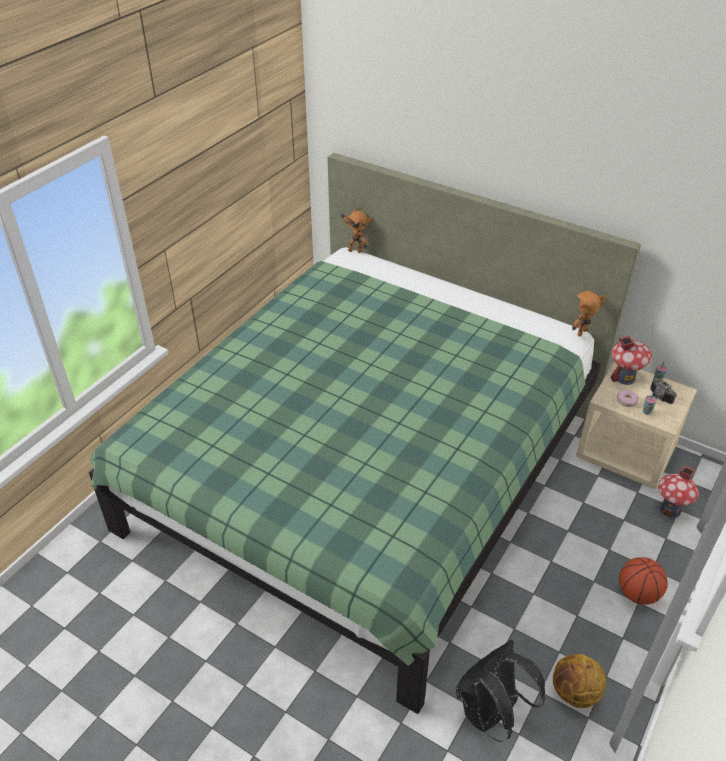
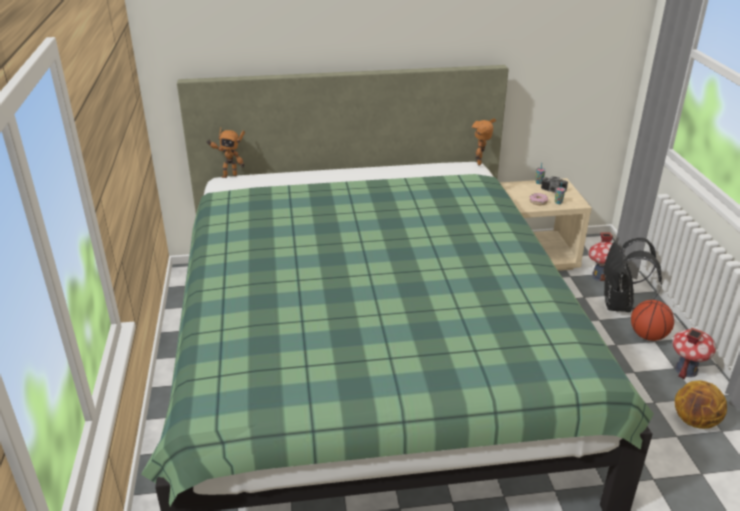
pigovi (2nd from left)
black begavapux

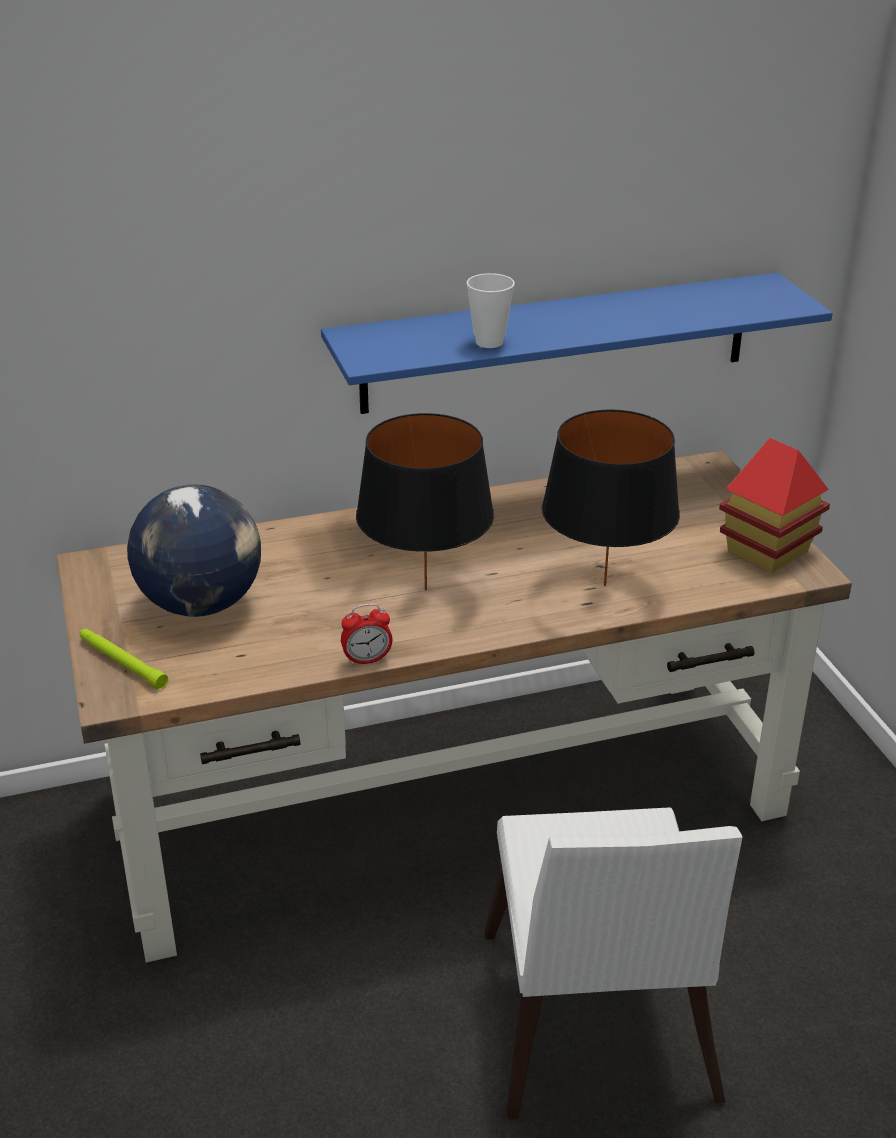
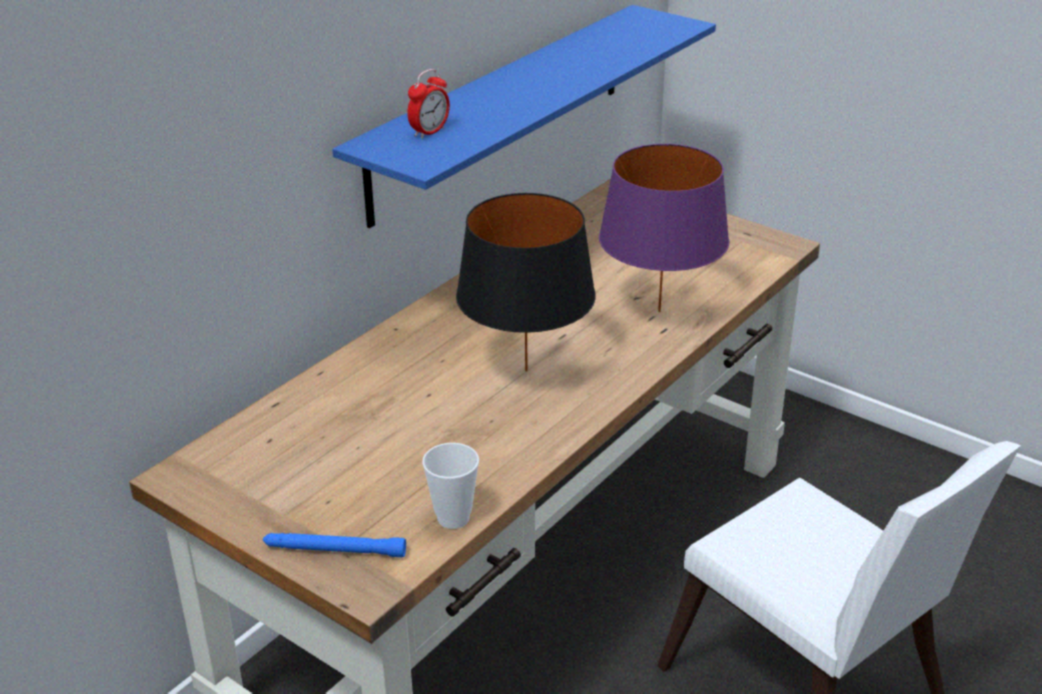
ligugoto
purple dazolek
pigovi
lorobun
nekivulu
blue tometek

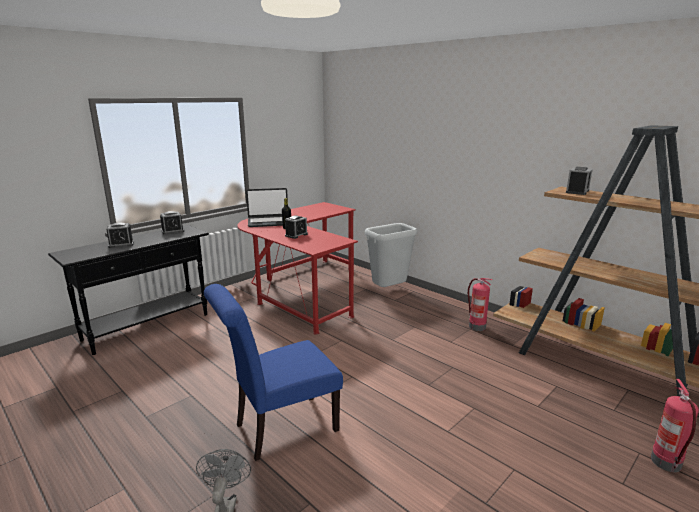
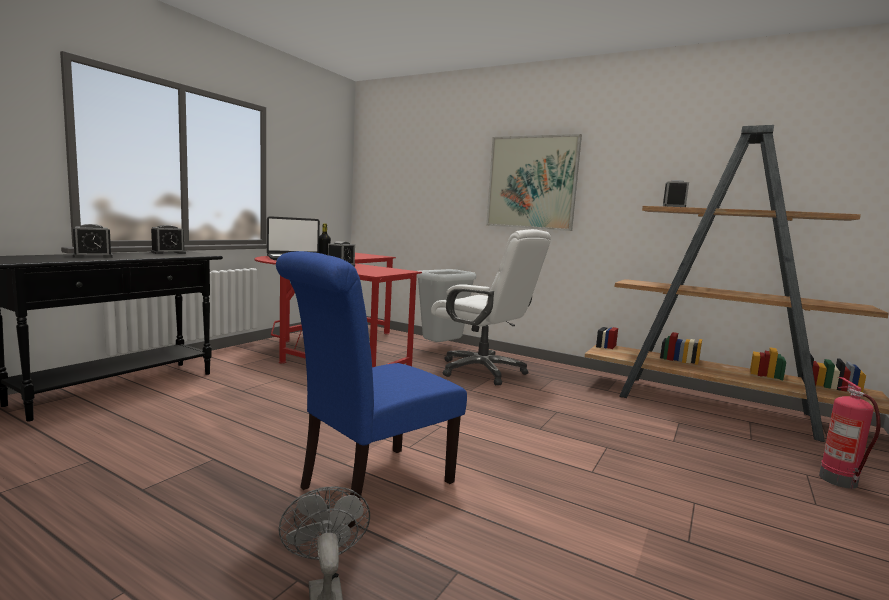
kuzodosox (1st from left in the first image)
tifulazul
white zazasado

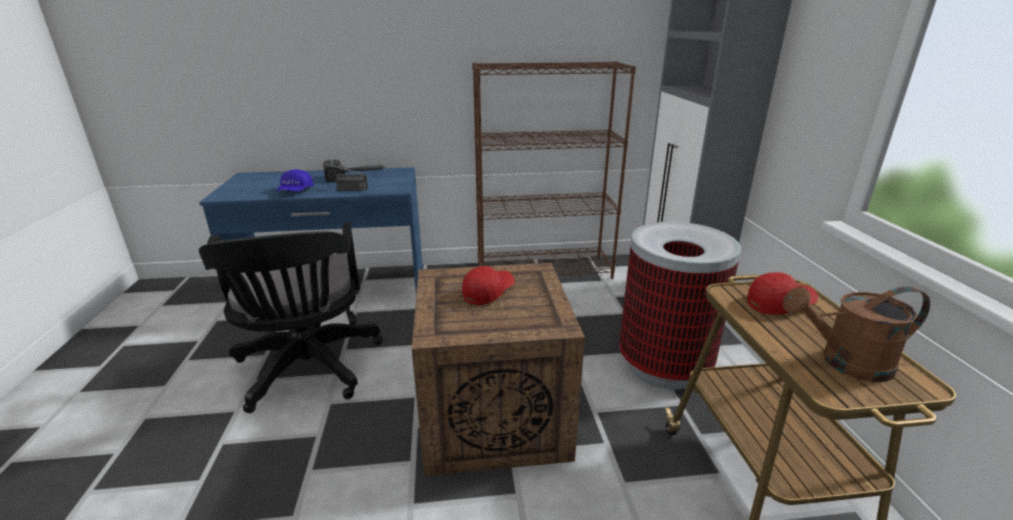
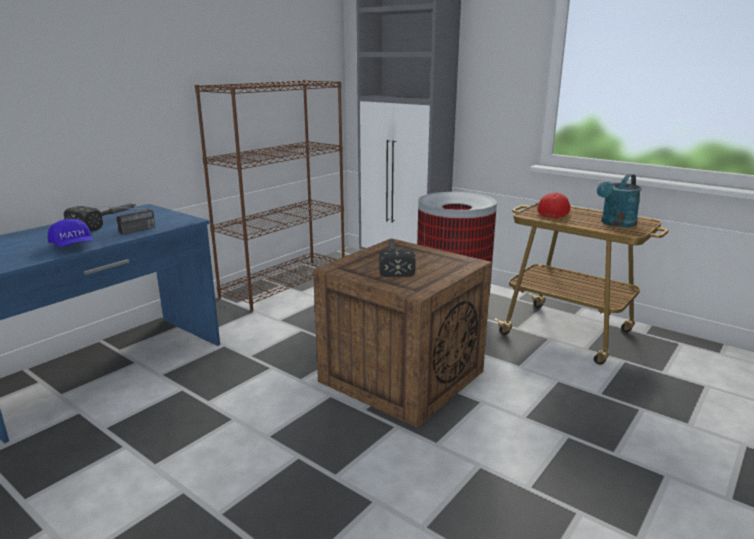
black zazasado
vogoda (2nd from left)
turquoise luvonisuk

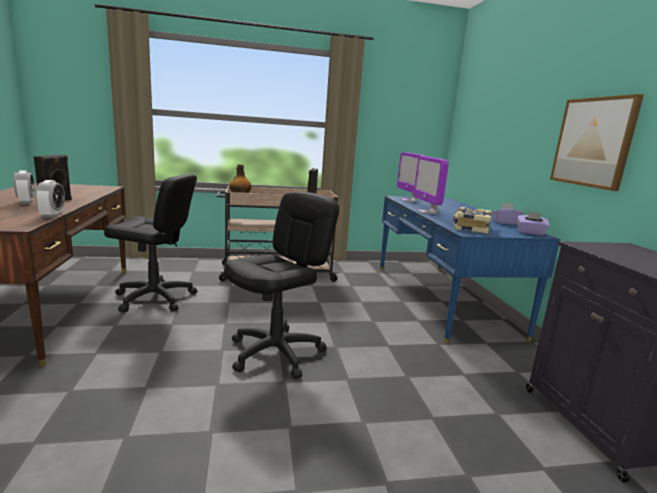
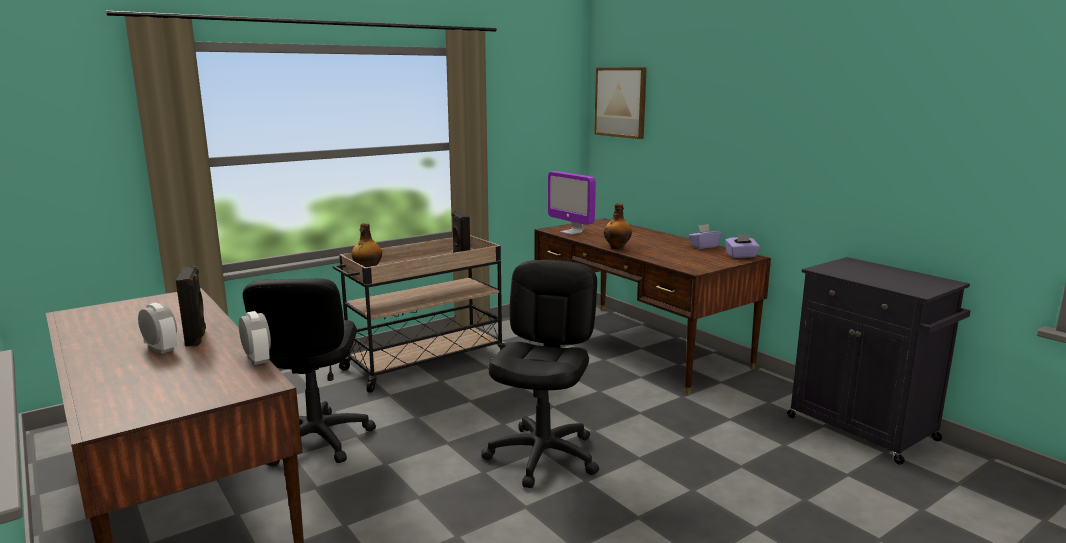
tifulazul
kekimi (2nd from left)
black zazasado (1st from left)
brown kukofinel (2nd from left)
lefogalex

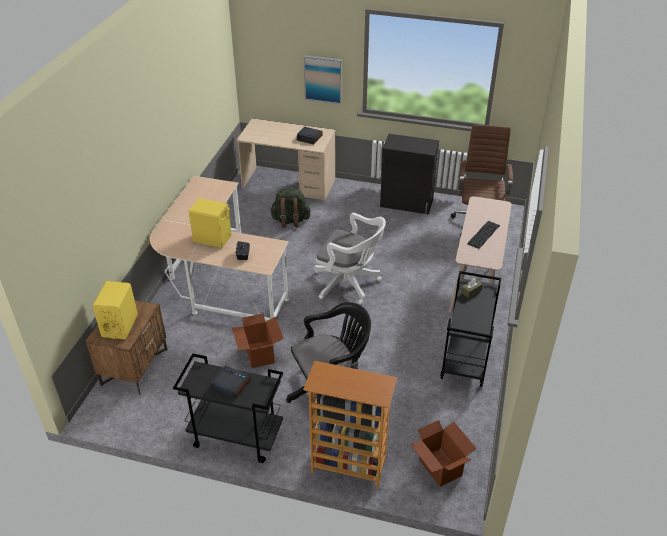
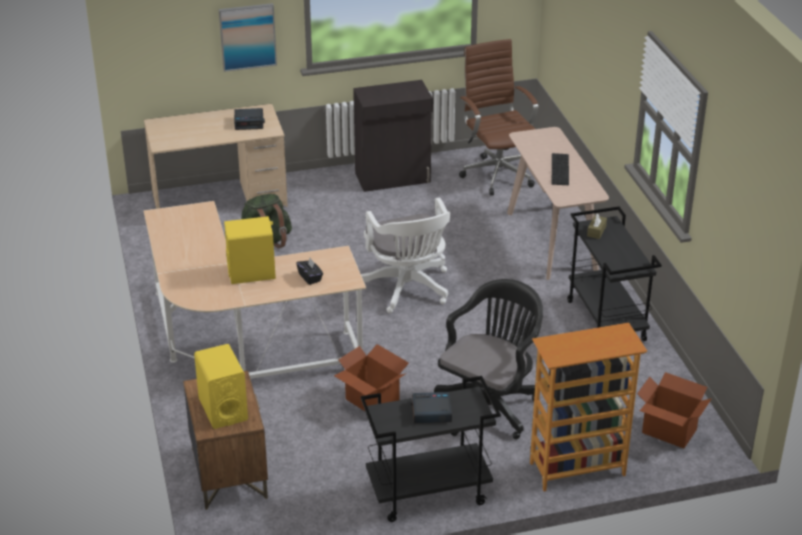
white zazasado

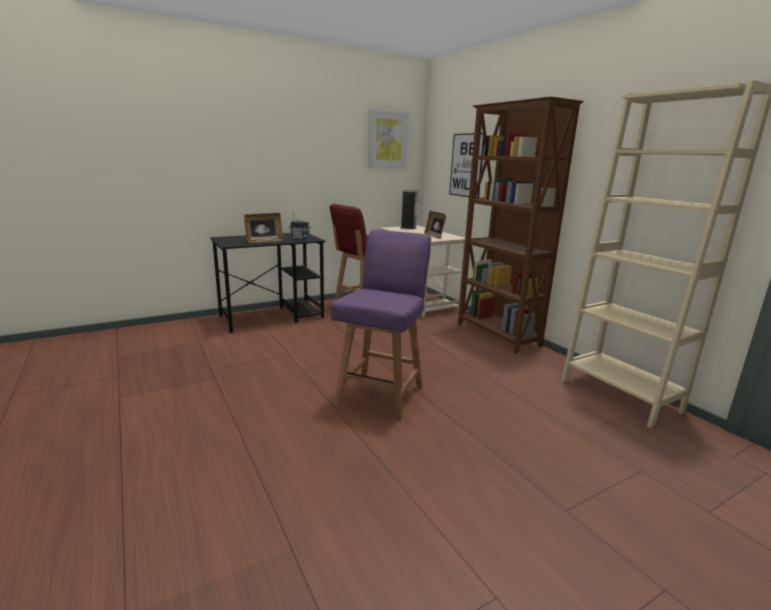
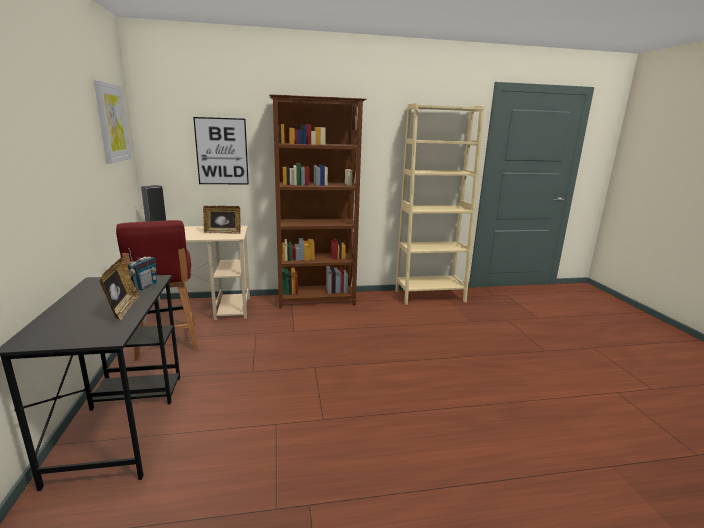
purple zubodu

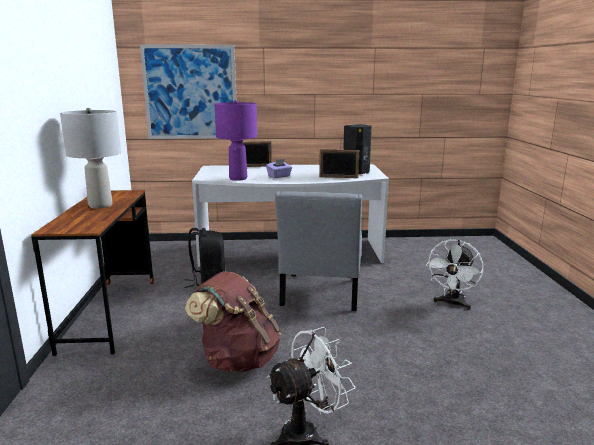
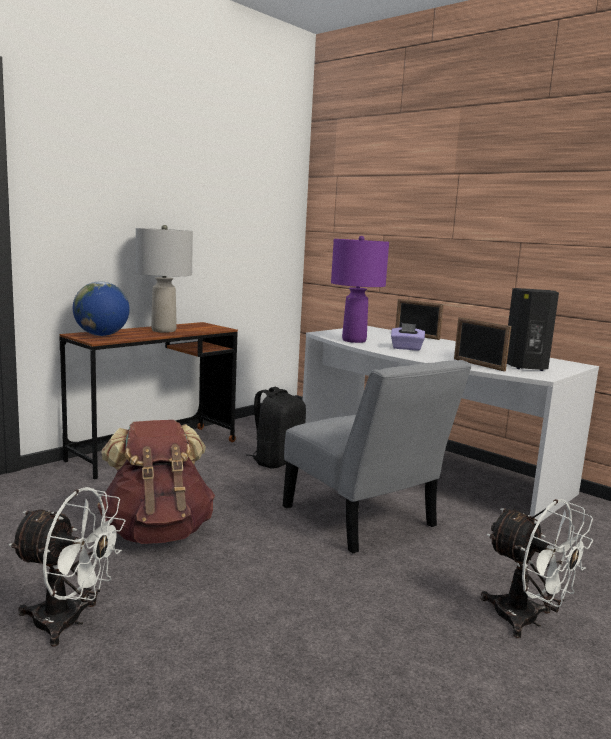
tifulazul
grey zubodu
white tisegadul (2nd from left)
lorobun

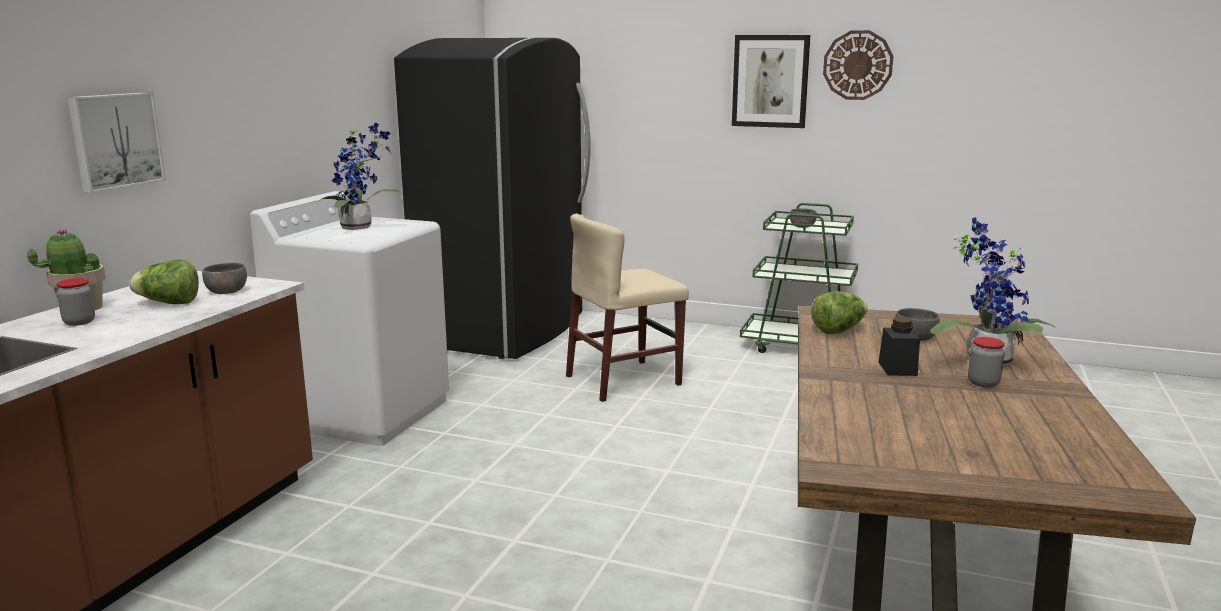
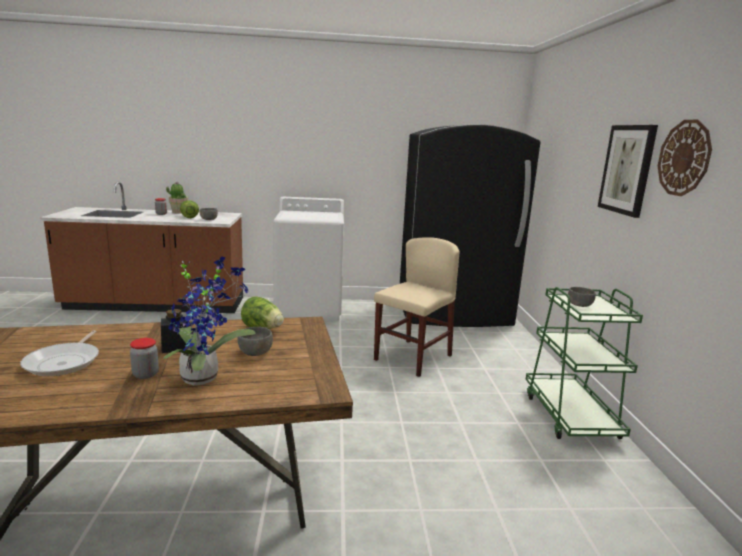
tifulazul (1st from left in the first image)
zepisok (2nd from left in the first image)
beige zubodu
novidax

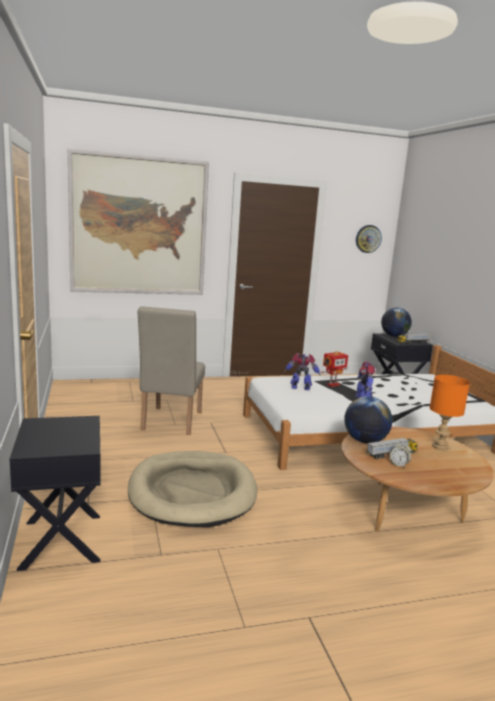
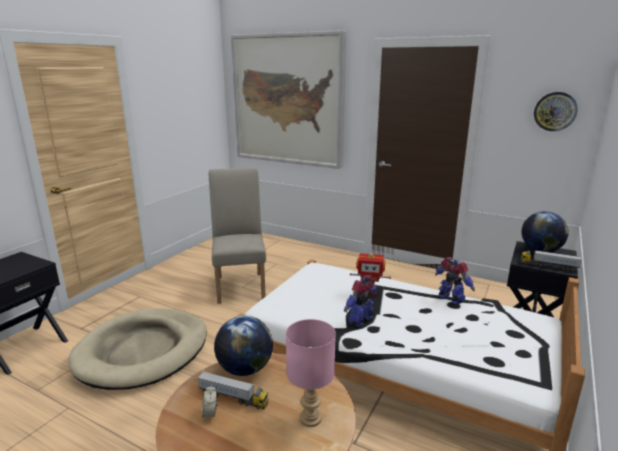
beige zubodu
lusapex (3rd from left)
pink dazolek

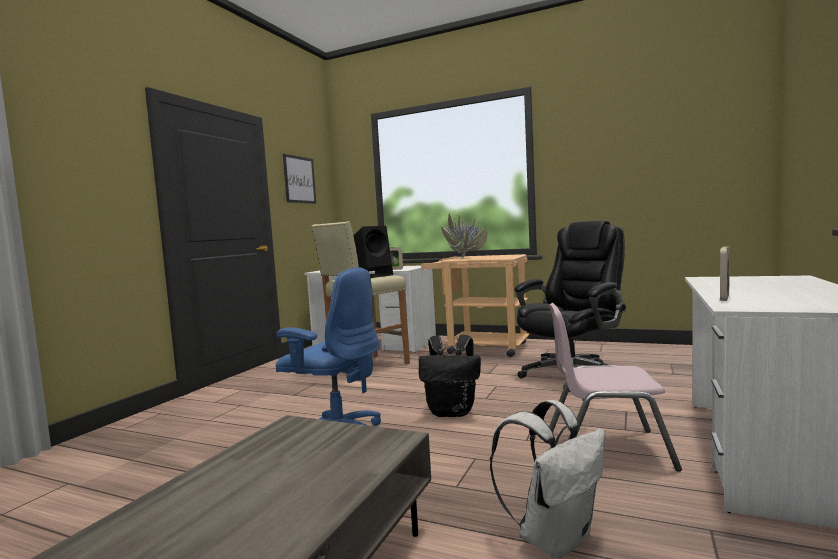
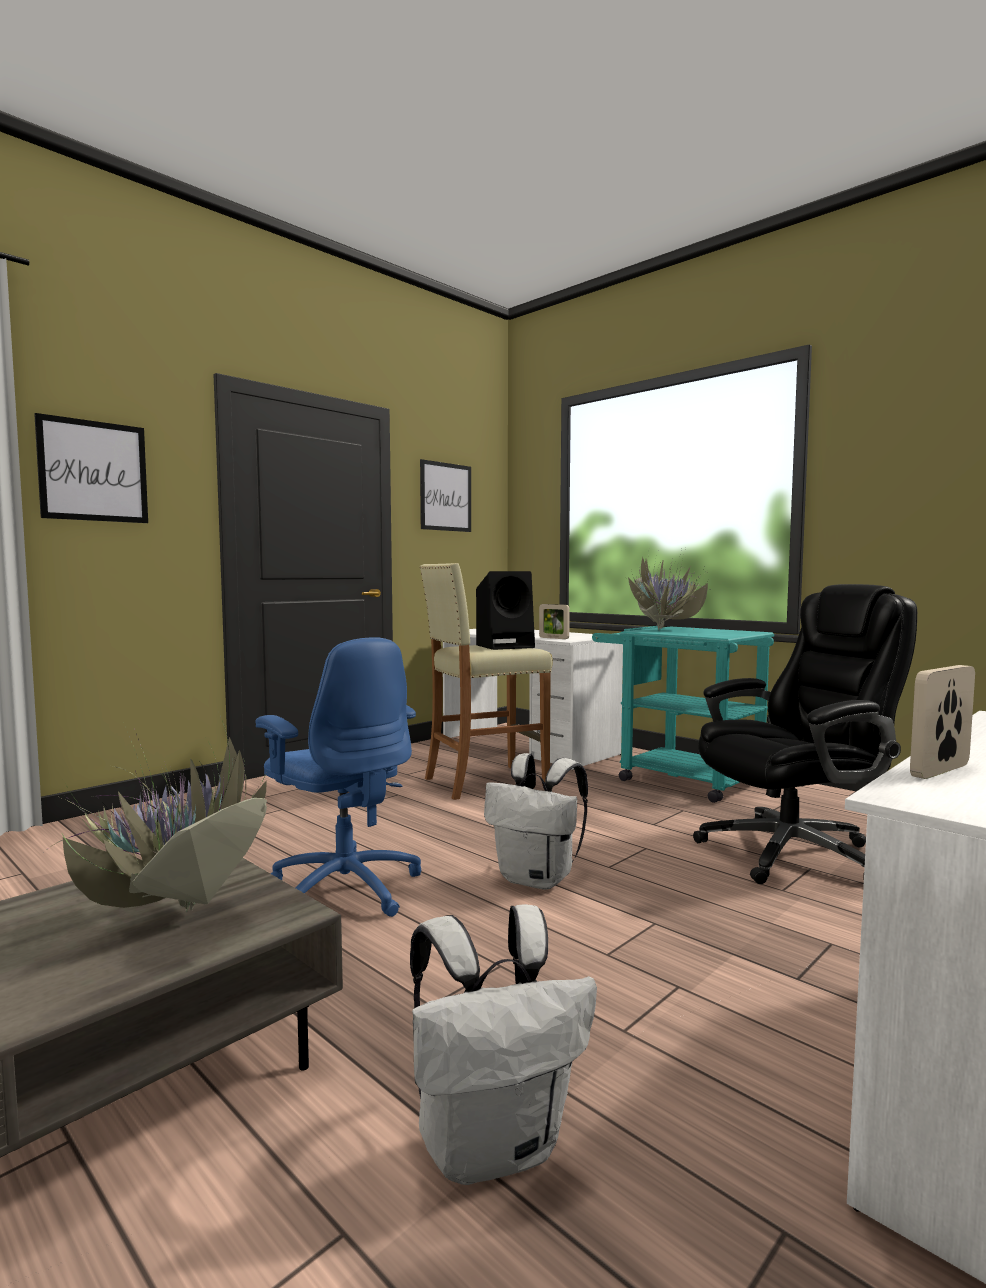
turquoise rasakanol
pink zubodu
white begavapux (2nd from left)
tifulazul (1st from left)
zepisok (1st from left)

